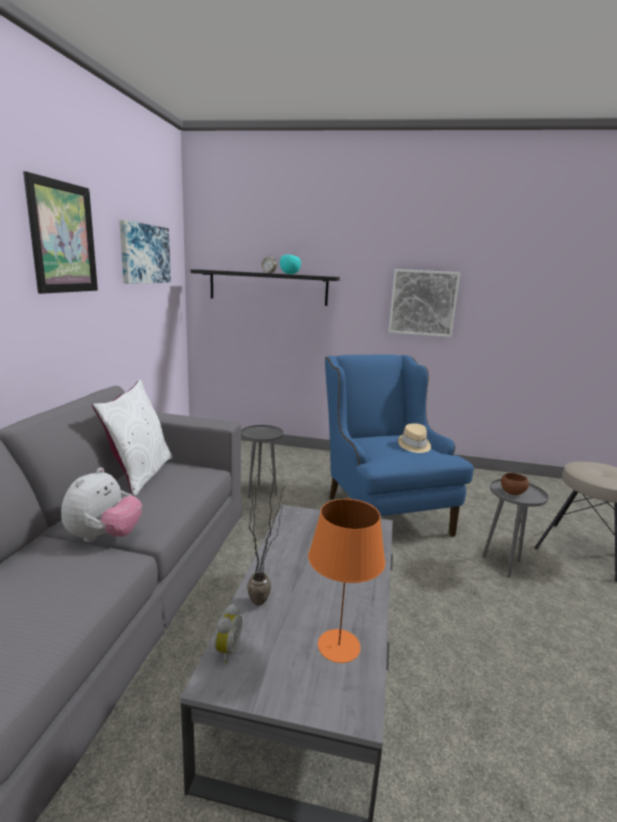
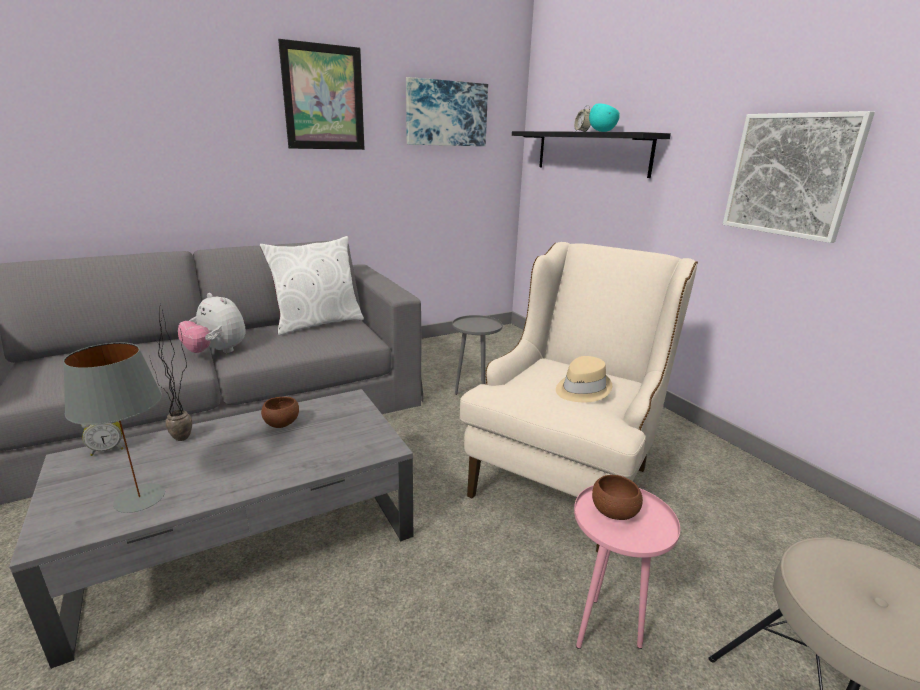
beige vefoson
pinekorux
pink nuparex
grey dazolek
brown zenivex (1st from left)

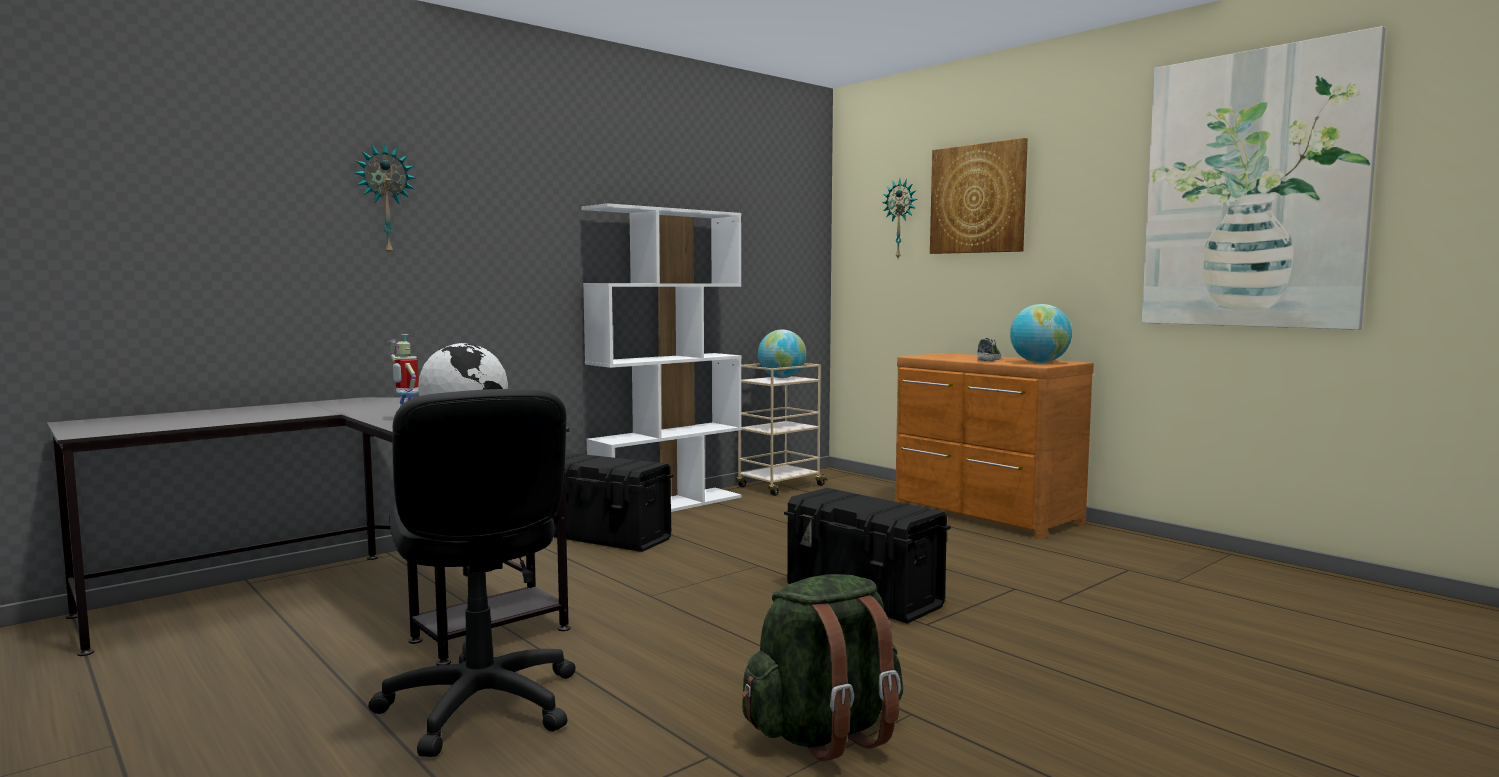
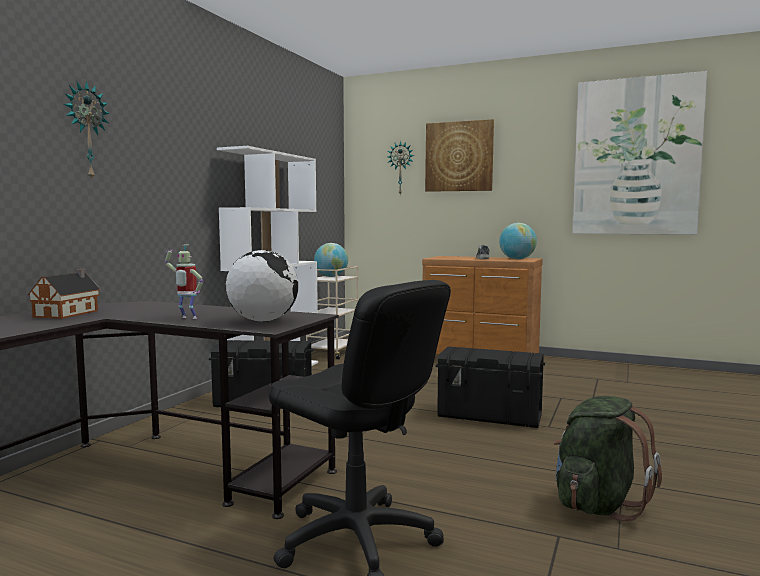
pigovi

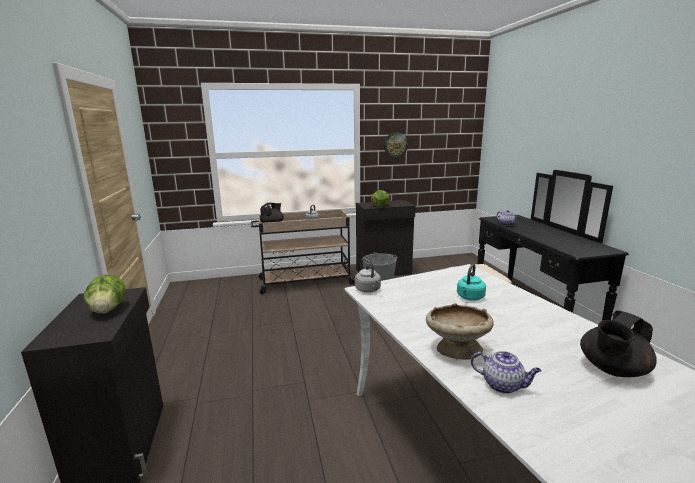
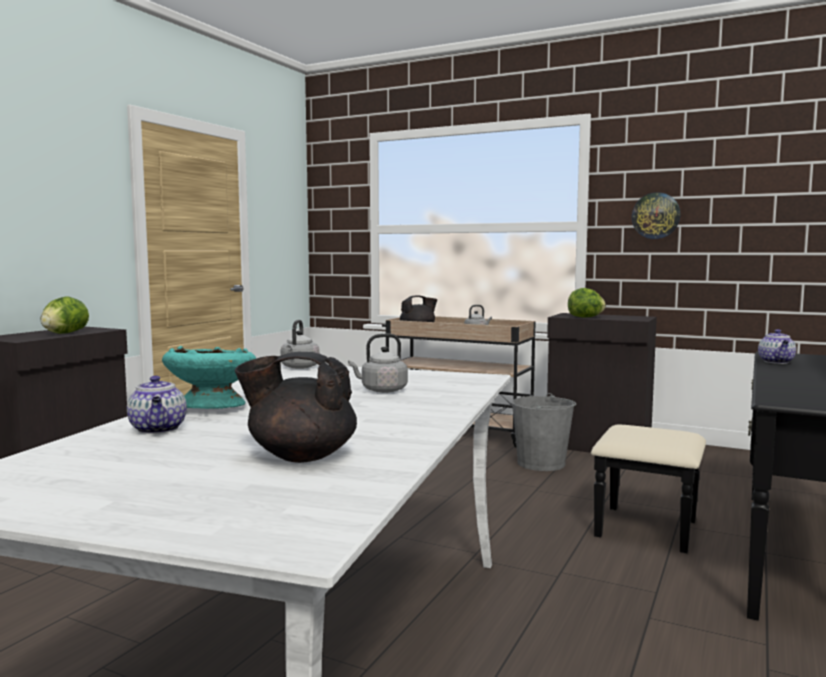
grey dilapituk (2nd from left)
turquoise zenivex

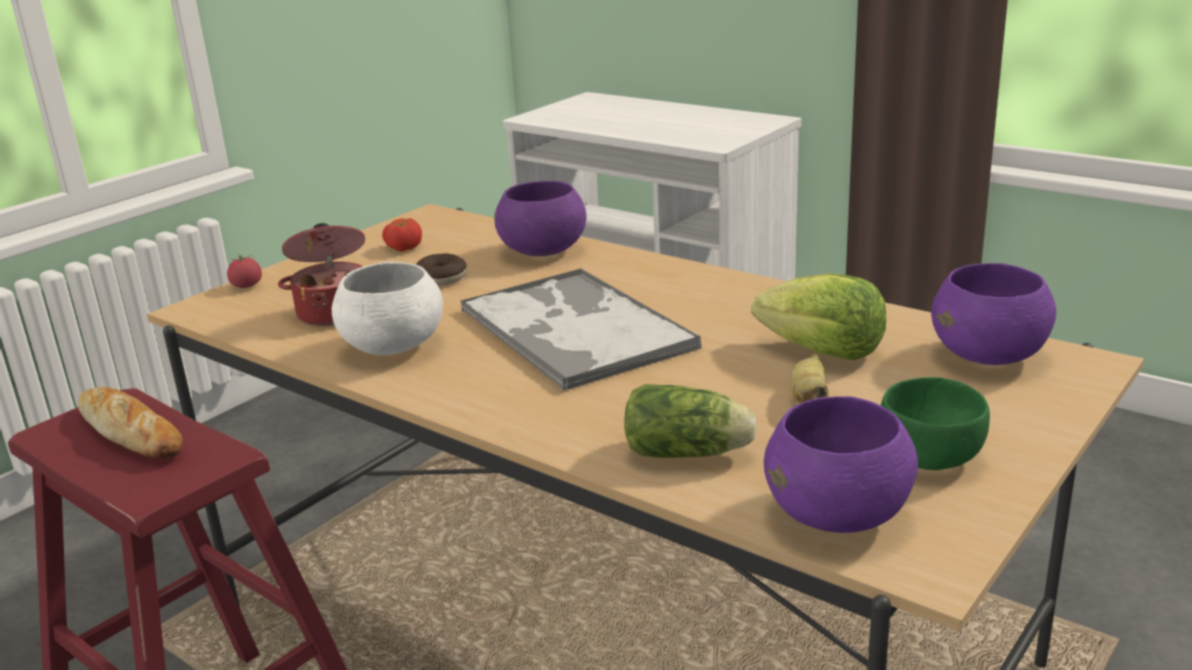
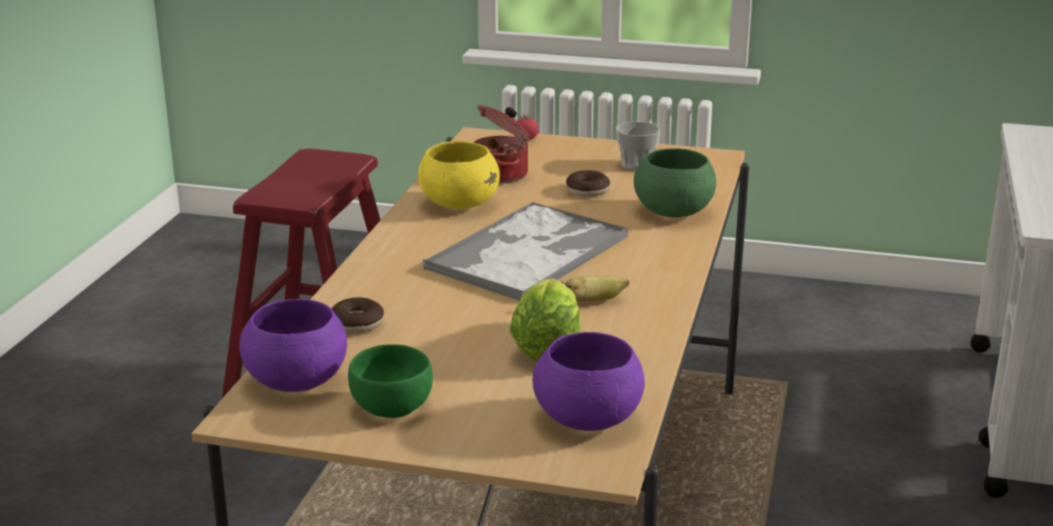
green zenivex (2nd from left)
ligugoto
yellow zenivex
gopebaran
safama (1st from left)
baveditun

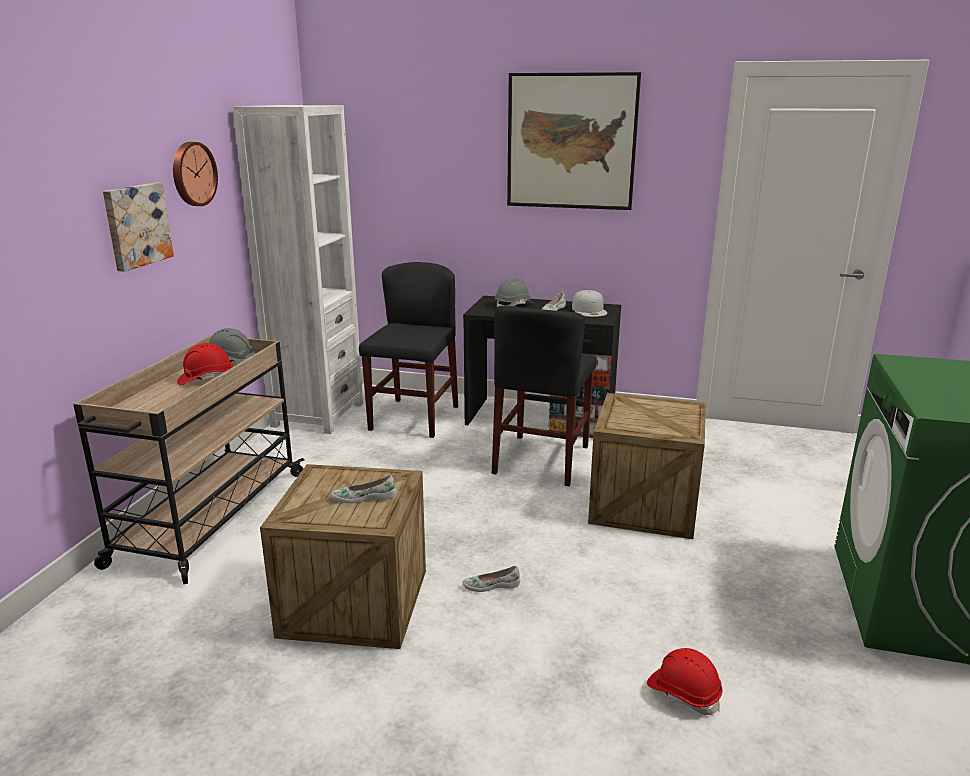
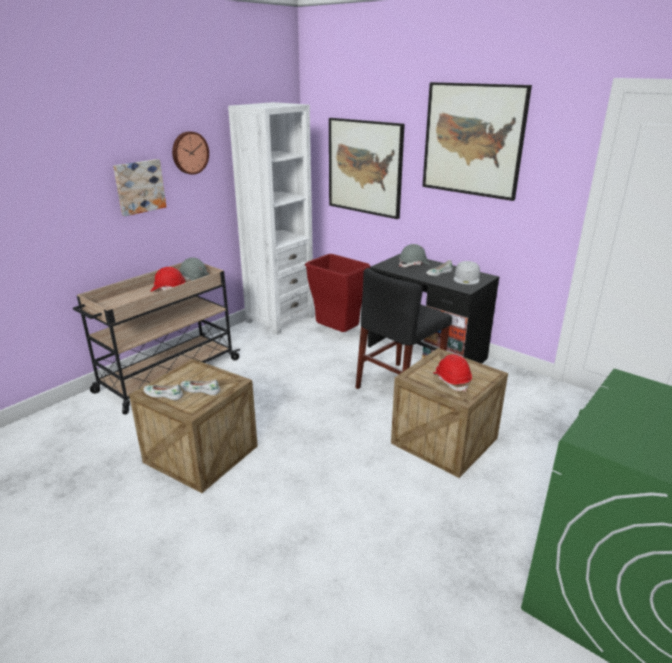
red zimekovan
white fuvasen (1st from left)
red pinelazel (2nd from left)
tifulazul (2nd from left)

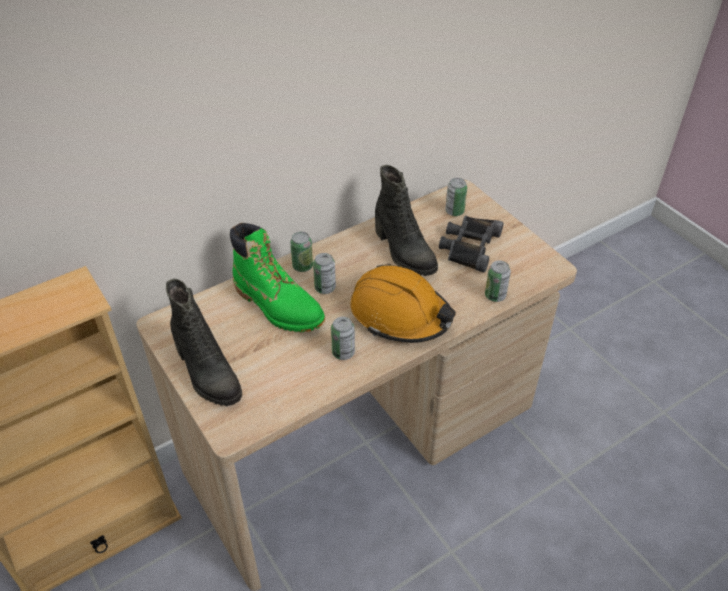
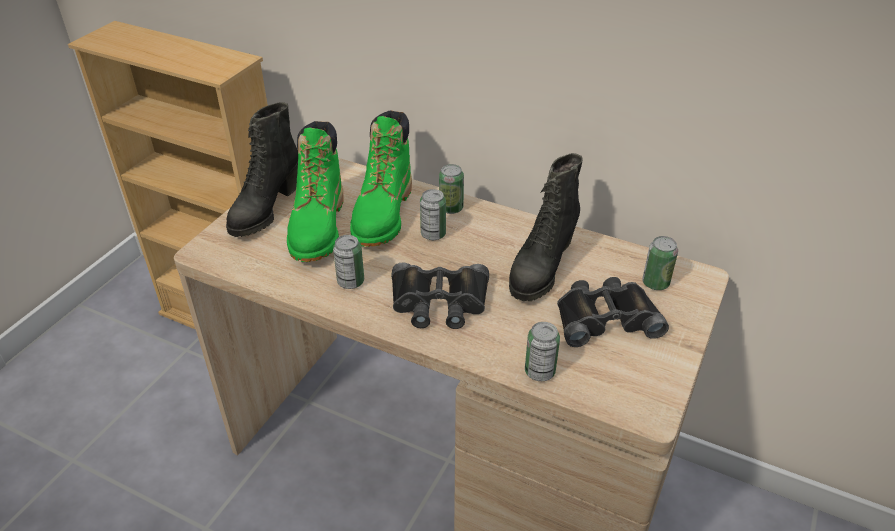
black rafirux (1st from left)
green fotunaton (1st from left)

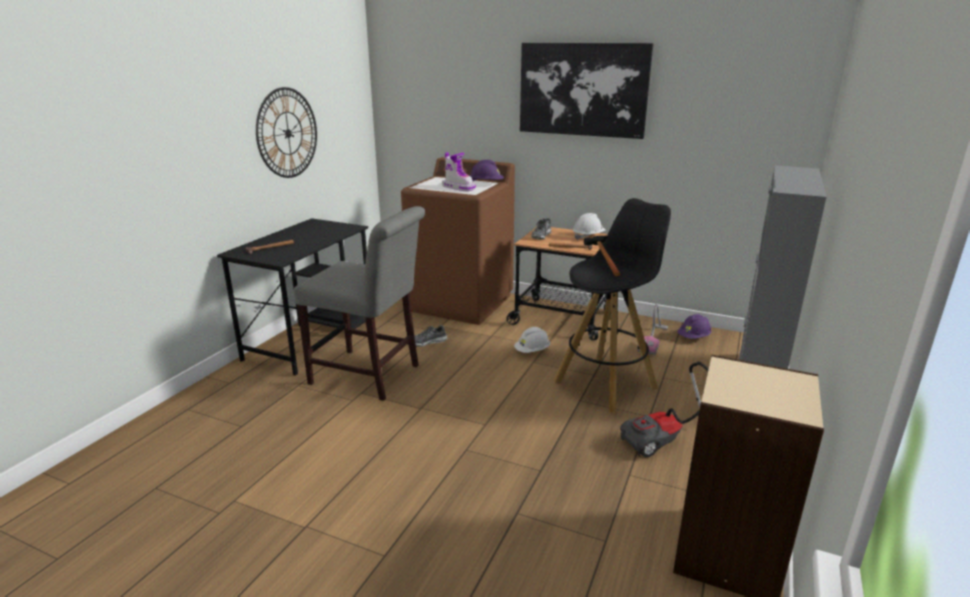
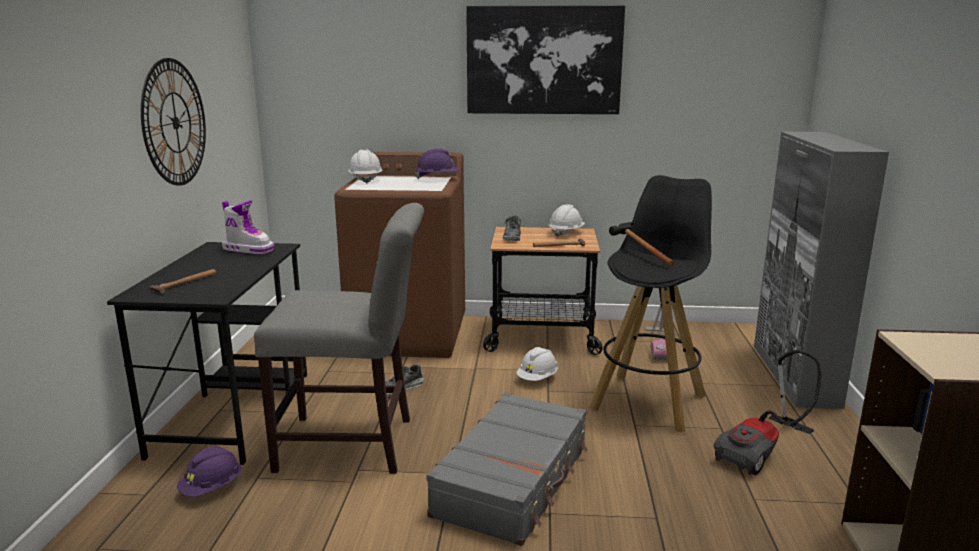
fotunaton
purple pinelazel (1st from left)
white pinelazel (1st from left)
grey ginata

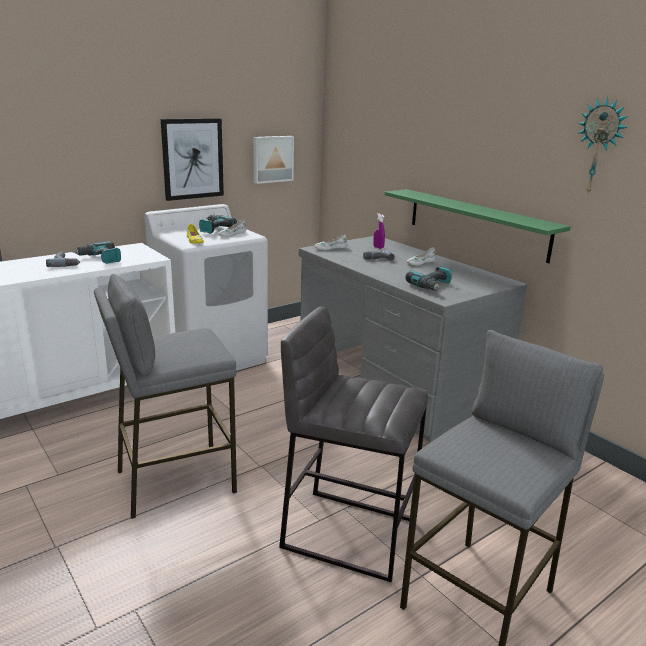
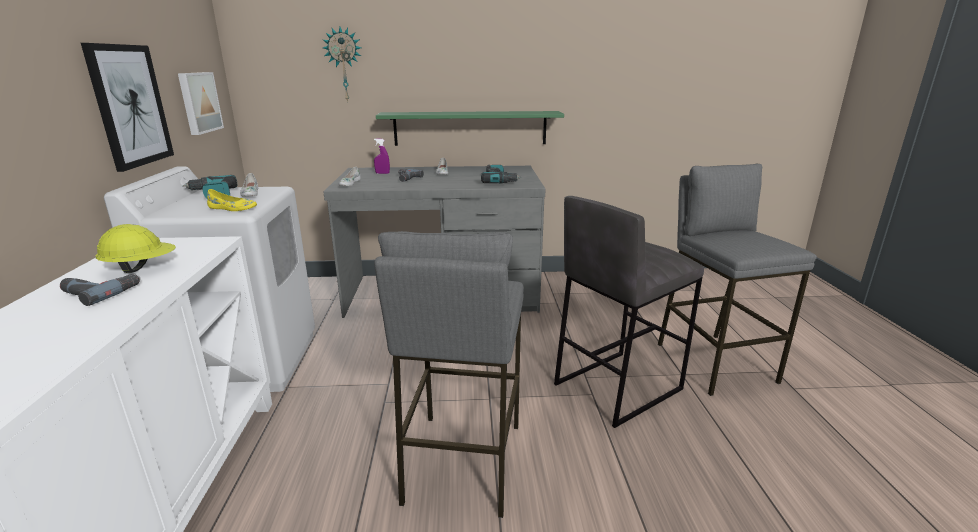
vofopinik
yellow pinelazel

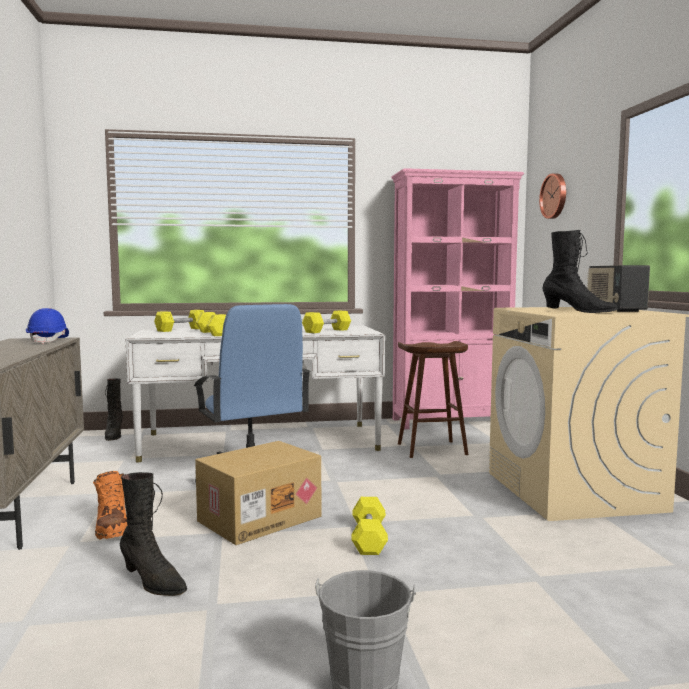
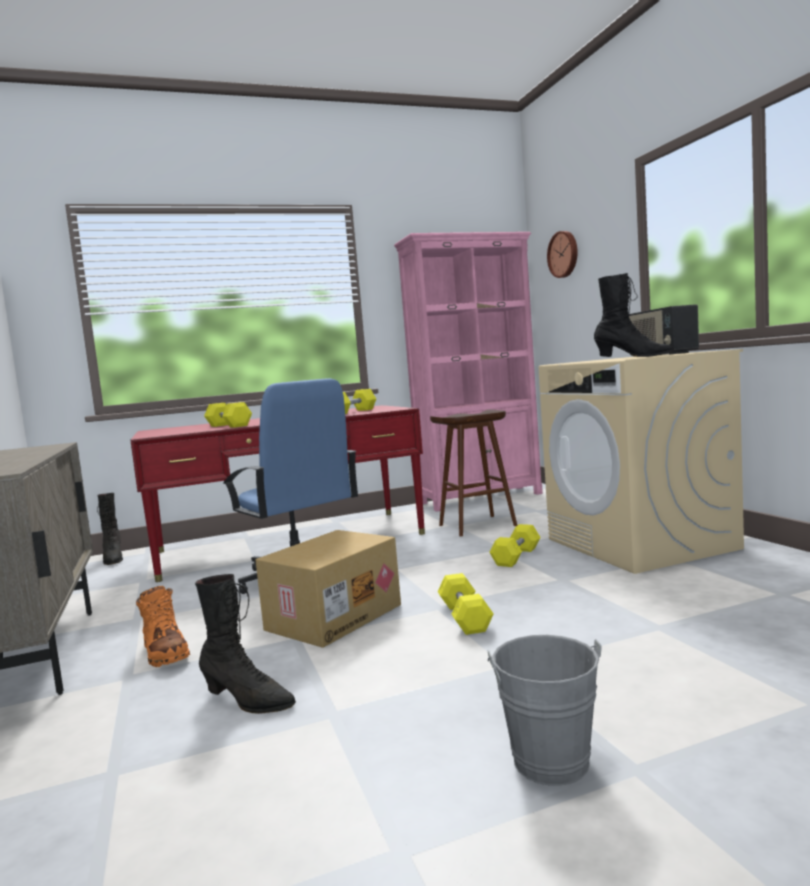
blue pinelazel
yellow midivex (4th from left)
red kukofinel

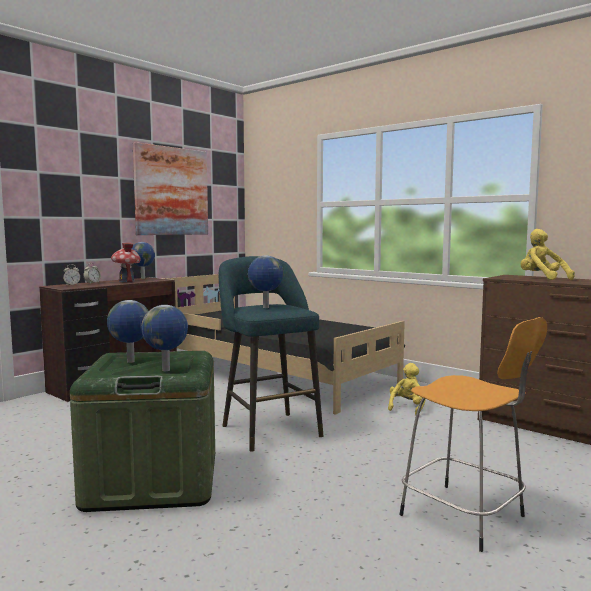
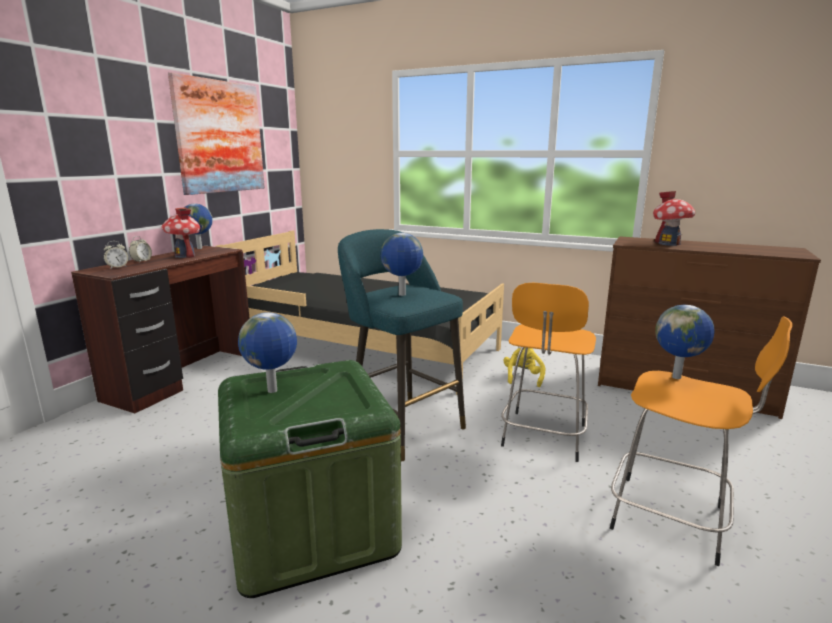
pigovi (2nd from left)
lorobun (4th from left)
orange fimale (1st from left)

